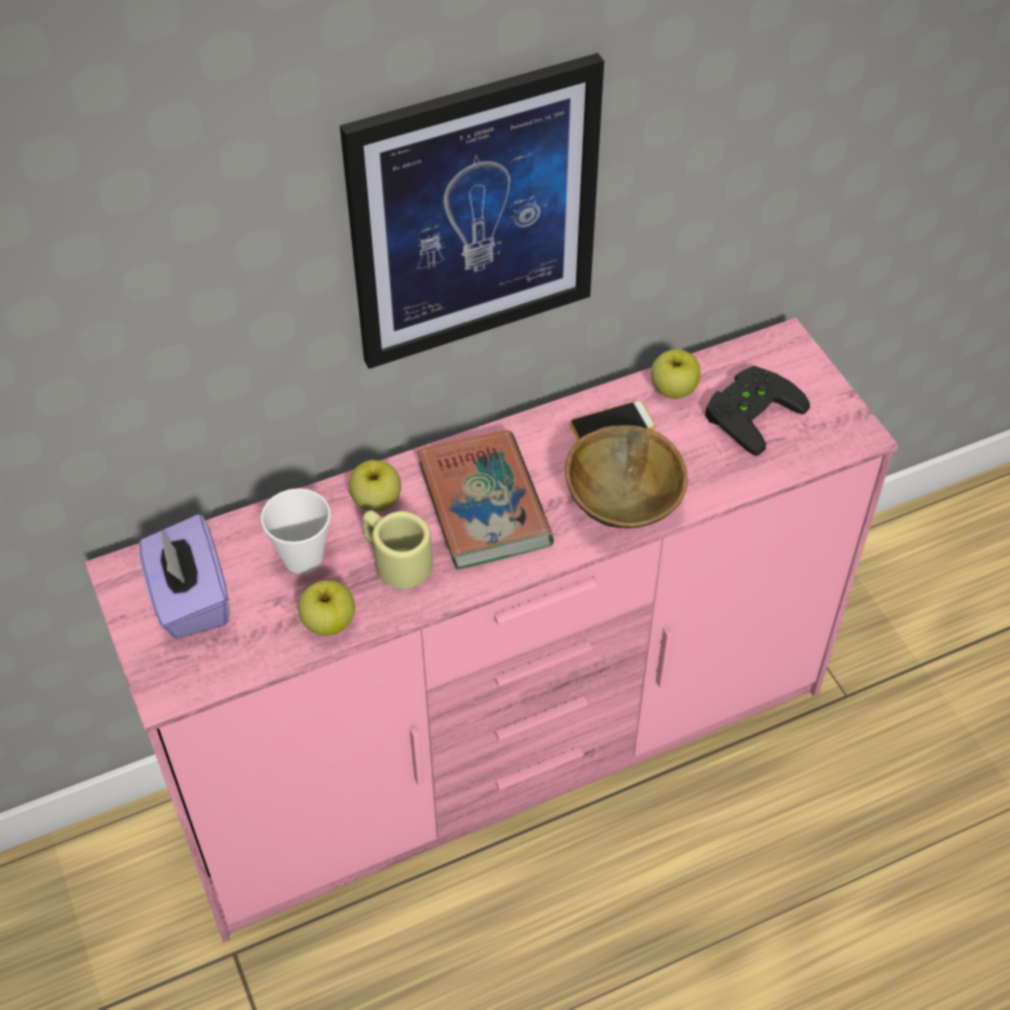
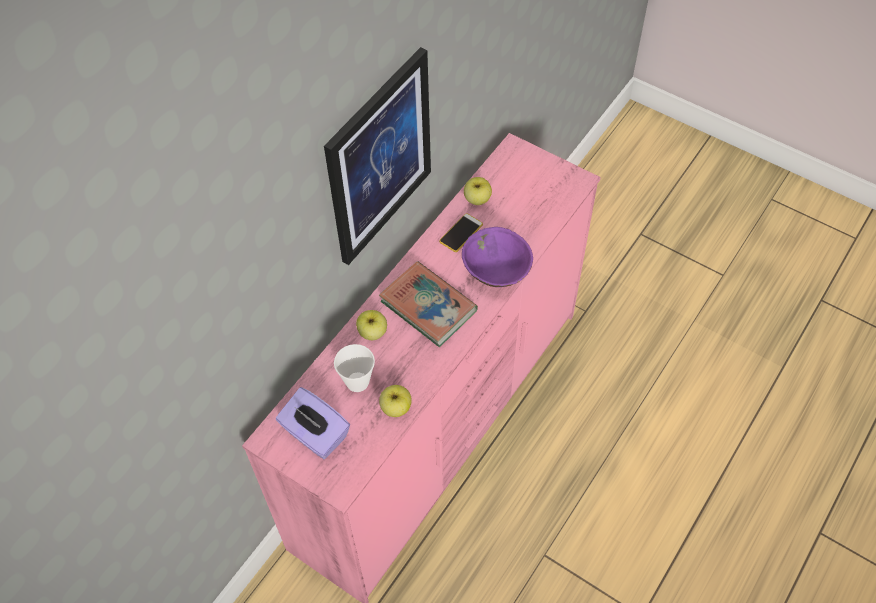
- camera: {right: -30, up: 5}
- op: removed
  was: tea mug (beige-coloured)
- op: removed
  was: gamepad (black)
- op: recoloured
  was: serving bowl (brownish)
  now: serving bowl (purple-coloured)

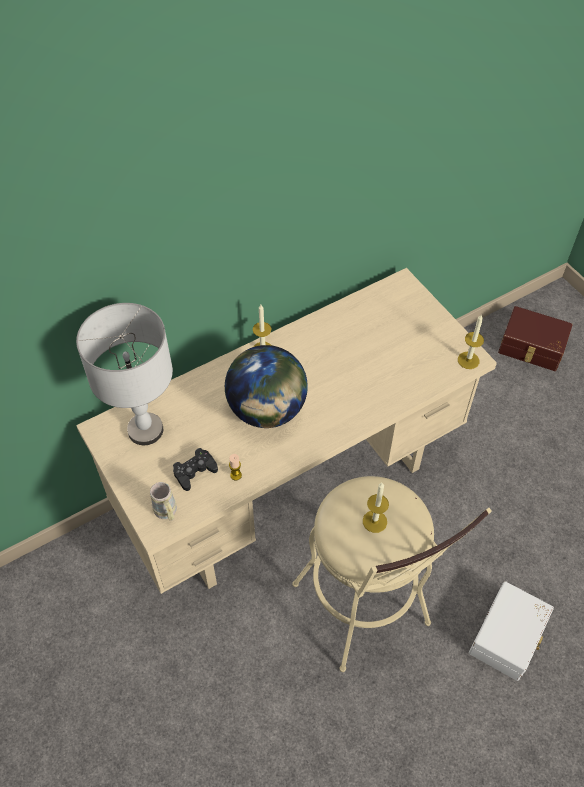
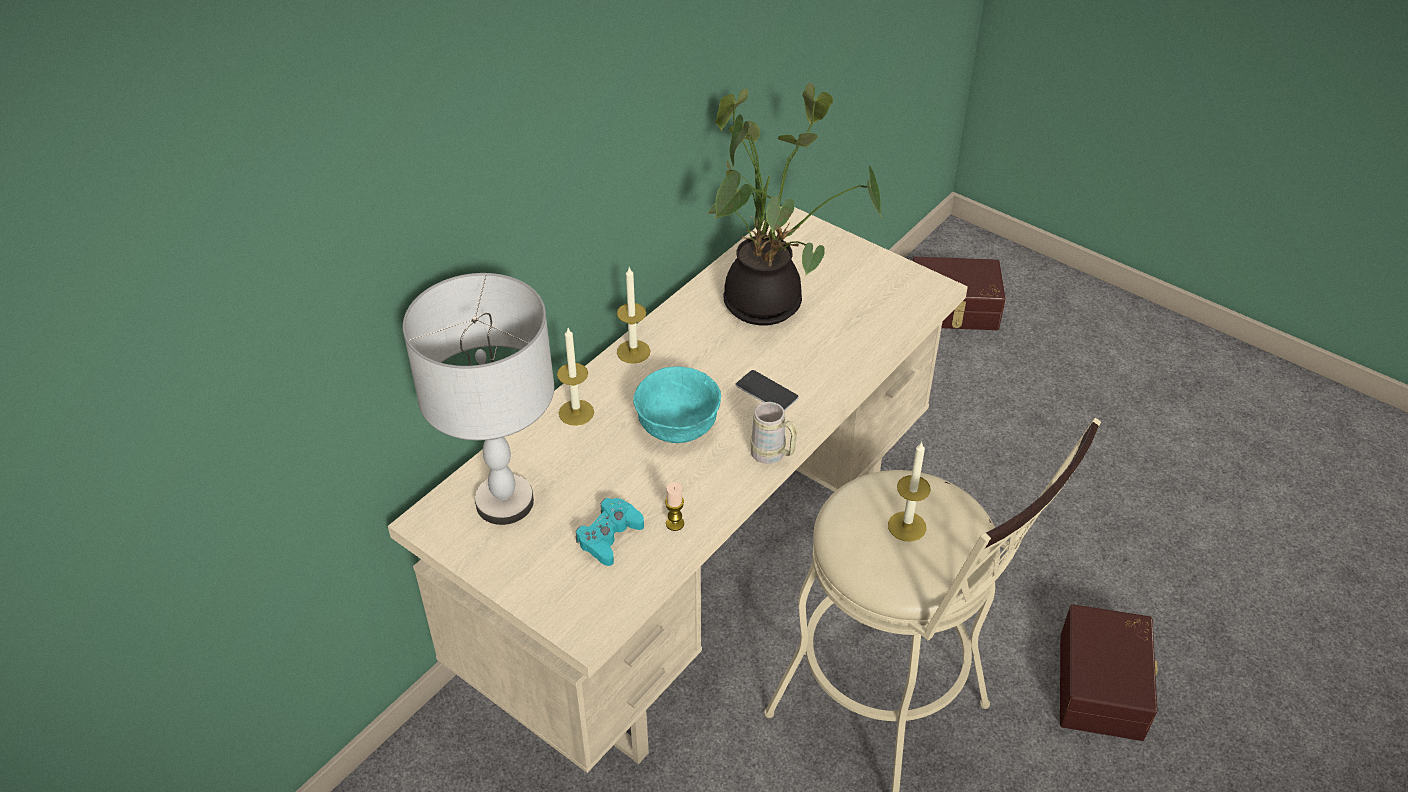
- camera: {right: -20, up: -10}
- op: added
  now: plant in a pot
- op: added
  now: phone
- op: moved
  was: tea mug (beige-coloured)
- op: moved
  was: wax candle (4th from left in the first image)
  now: wax candle (1st from left)
- op: replaced
  was: desk globe
  now: serving bowl (turquoise)
- op: recoloured
  was: gamepad (black)
  now: gamepad (turquoise)
- op: recoloured
  was: storage bin (whitish)
  now: storage bin (brownish) (2nd from left)

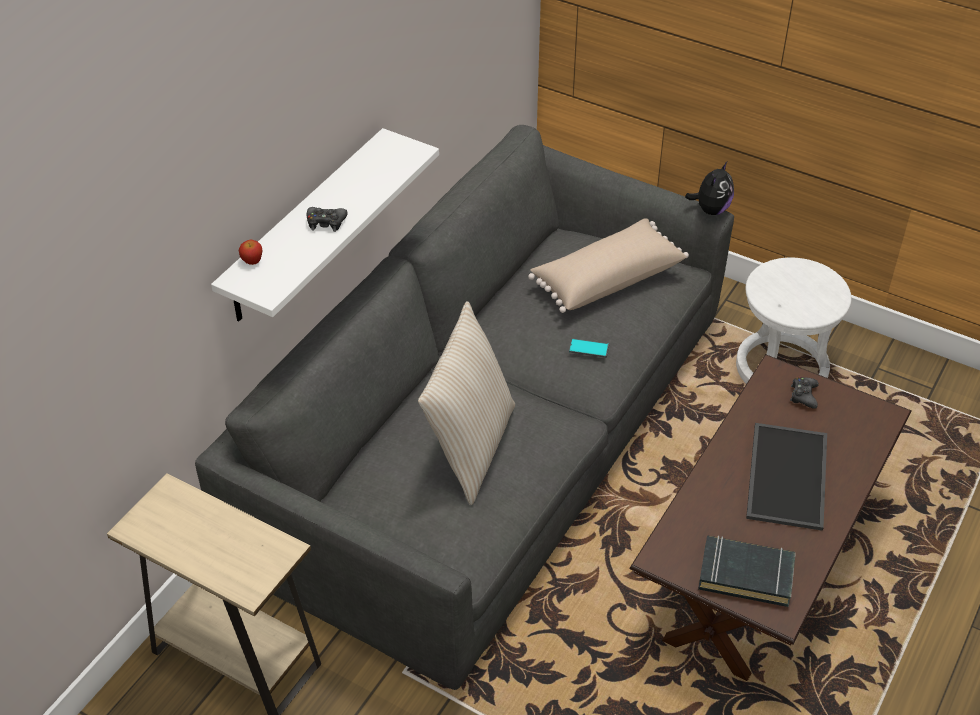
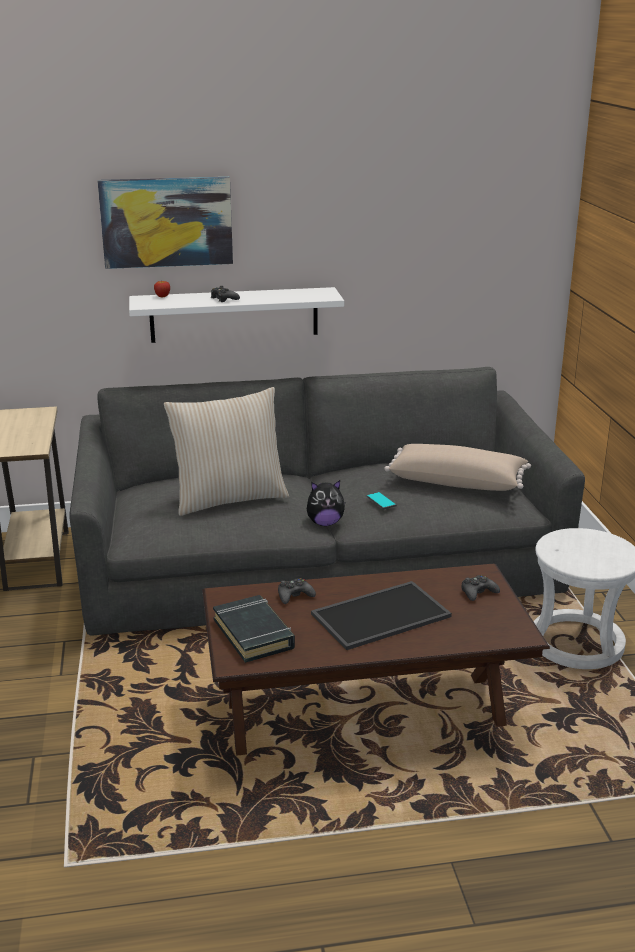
- camera: {right: 50, up: -20}
- op: added
  now: wall art
- op: added
  now: gamepad (black) (2nd from left)
- op: moved
  was: cuddly toy

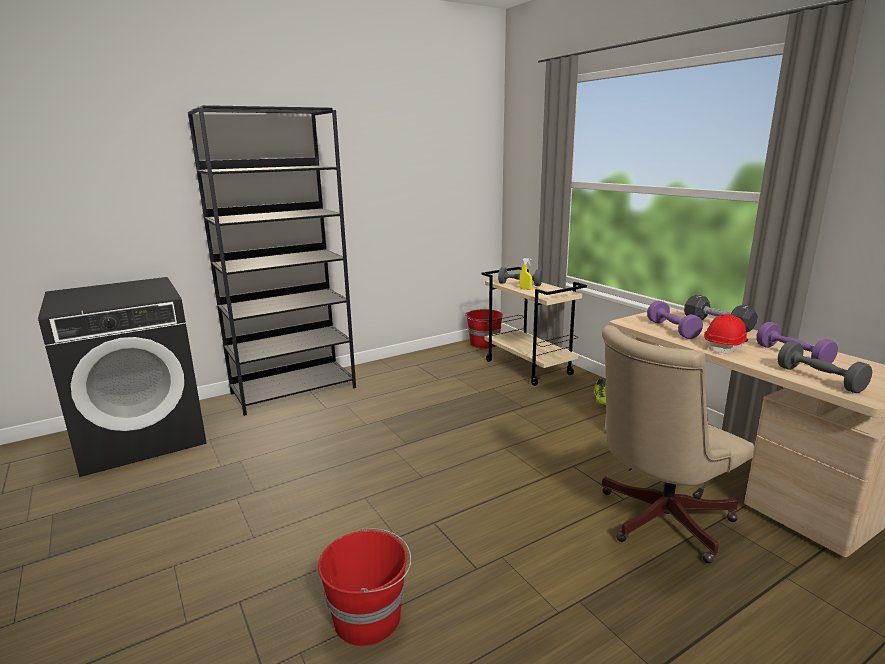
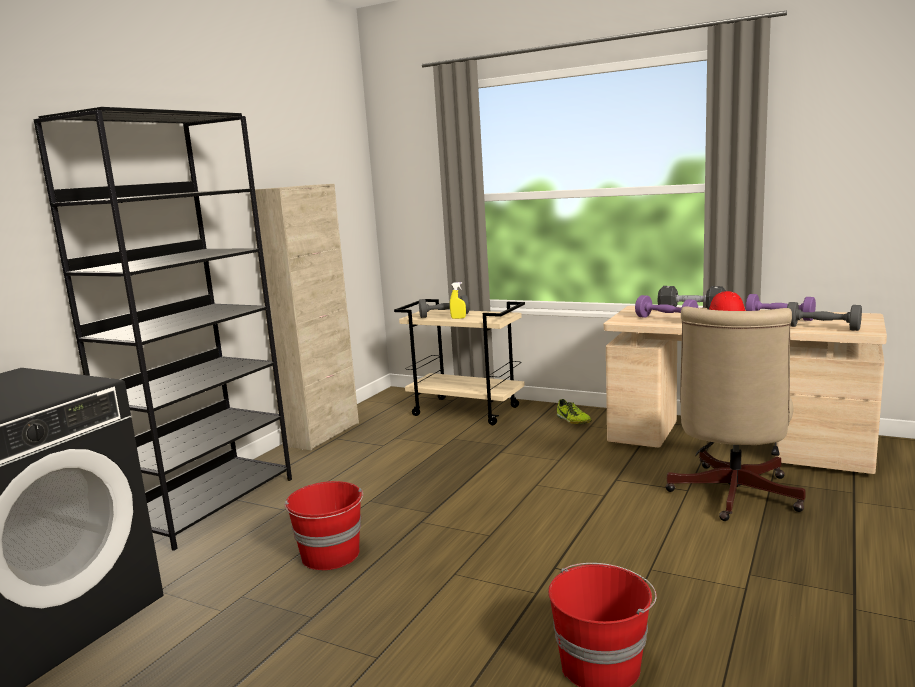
- camera: {right: -30, up: -5}
- op: added
  now: cupboard (beige-coloured)
- op: moved
  was: bucket (red) (2nd from left in the first image)
  now: bucket (red) (1st from left)

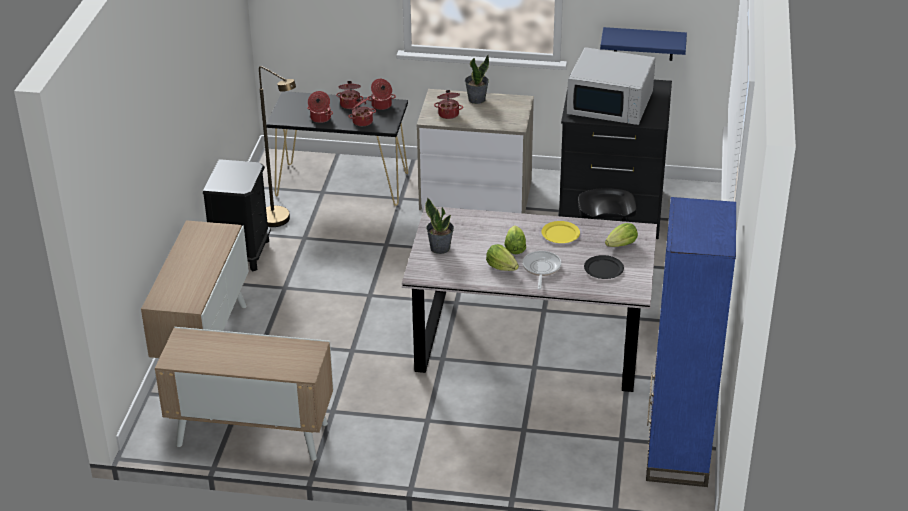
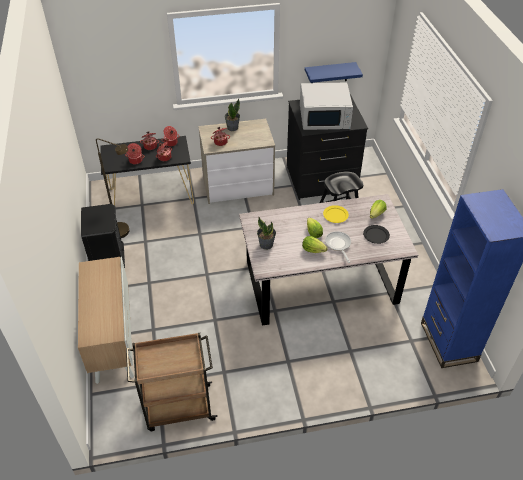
- camera: {right: -20, up: 10}
- op: replaced
  was: cupboard (2nd from left)
  now: wheeled cart (brownish)

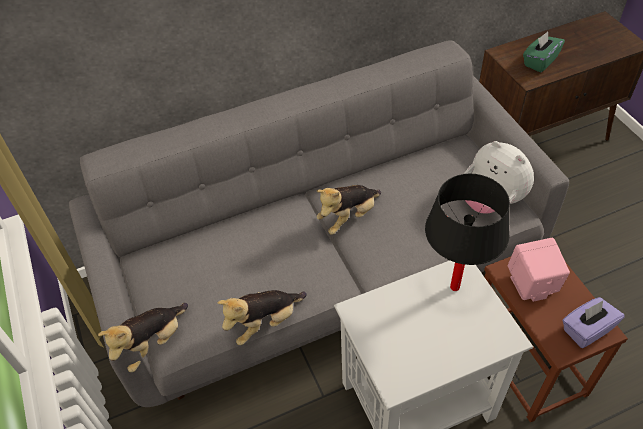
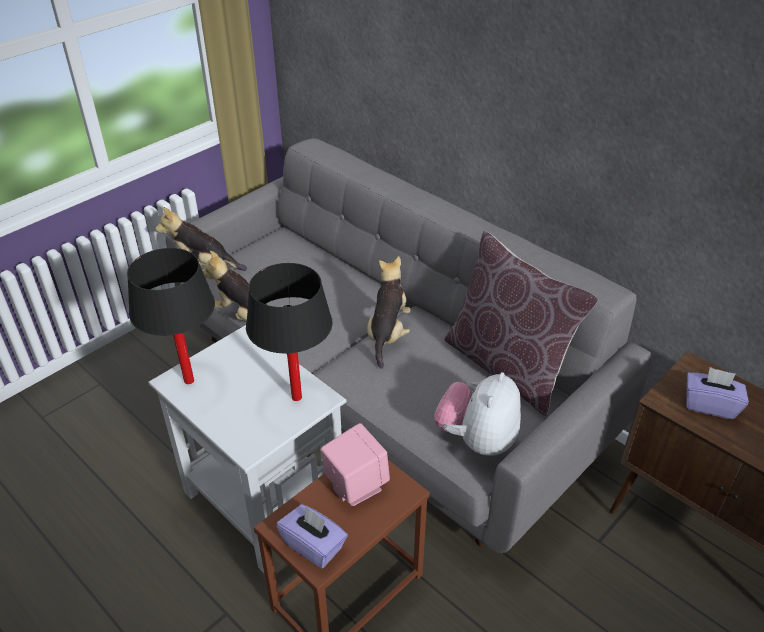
- camera: {right: 65, up: -10}
- op: added
  now: lamp for a table (black) (1st from left)
- op: added
  now: pillow (brownish)
- op: recoloured
  was: box of tissues (greenish)
  now: box of tissues (purple-coloured) (2nd from left)
- op: turned
  was: cuddly toy (3rd from left)
  clockwise: 75

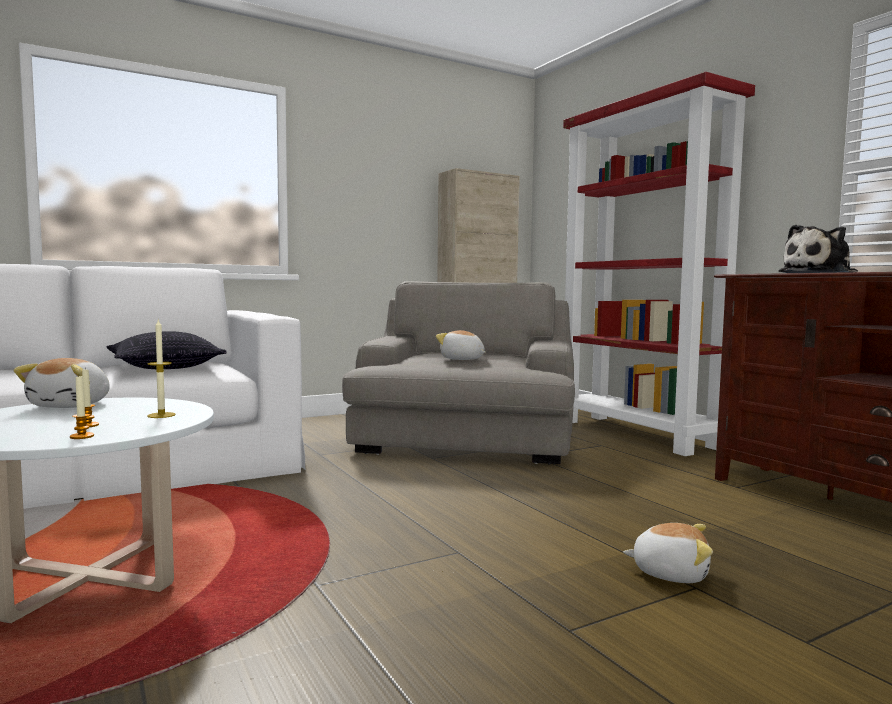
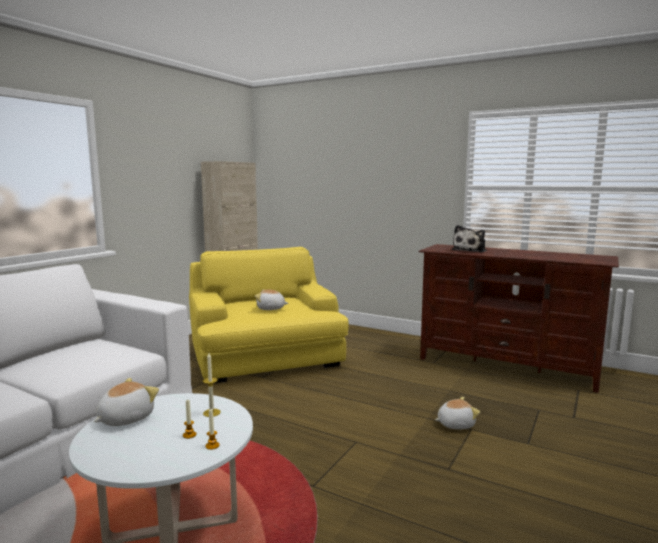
- camera: {right: -30, up: 5}
- op: removed
  was: pillow
- op: removed
  was: bookshelf (red)
- op: recoloured
  was: lounge chair (grey)
  now: lounge chair (yellow)
- op: turned
  was: cuddly toy (1st from left)
  clockwise: -120

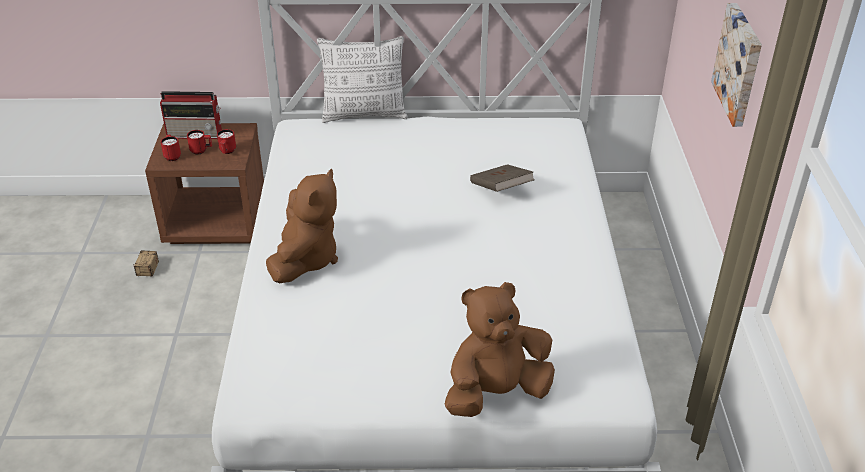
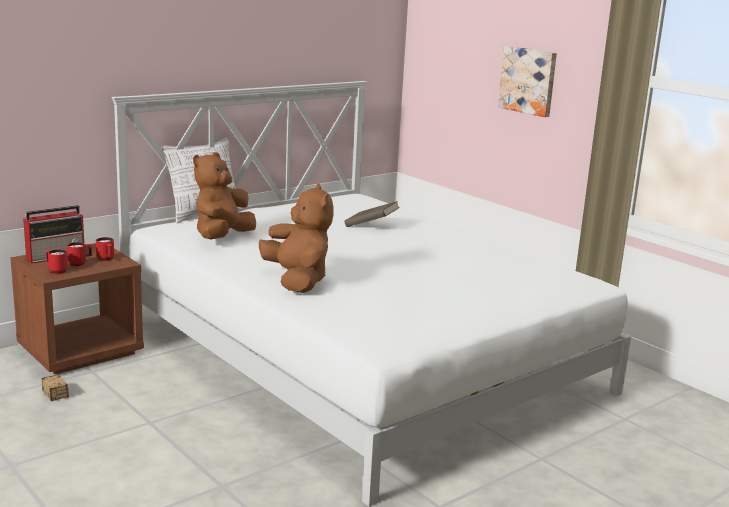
- camera: {right: -40, up: -20}
- op: moved
  was: cuddly toy (brownish) (2nd from left in the first image)
  now: cuddly toy (brownish) (1st from left)

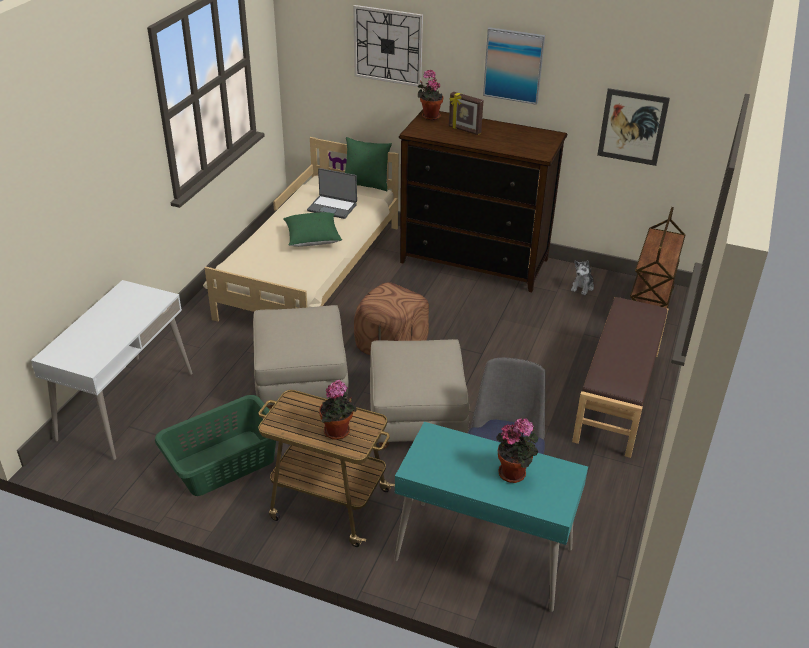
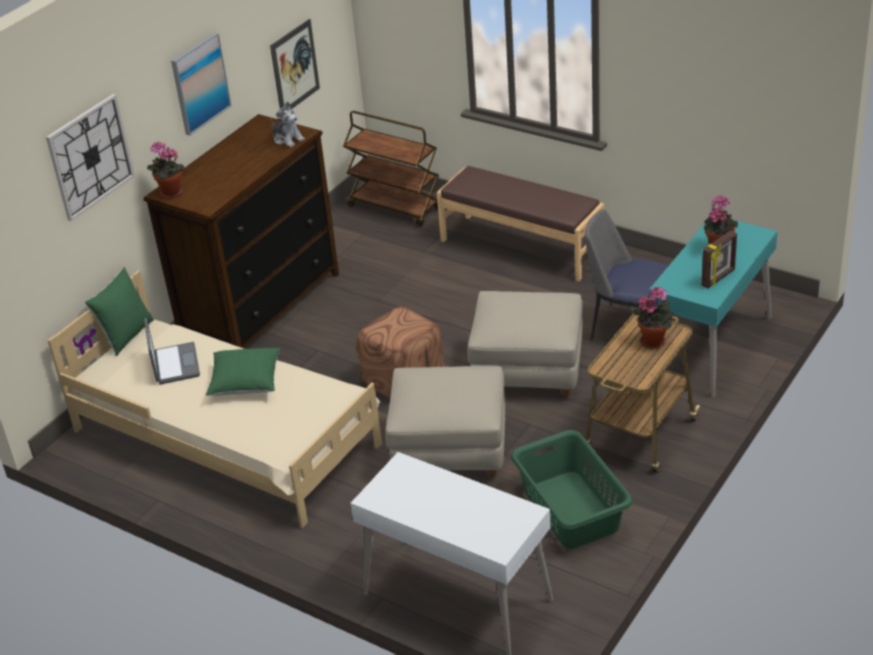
- camera: {right: -75, up: 0}
- op: moved
  was: standing frame
- op: moved
  was: cuddly toy
- op: turned
  was: laptop
  clockwise: -45

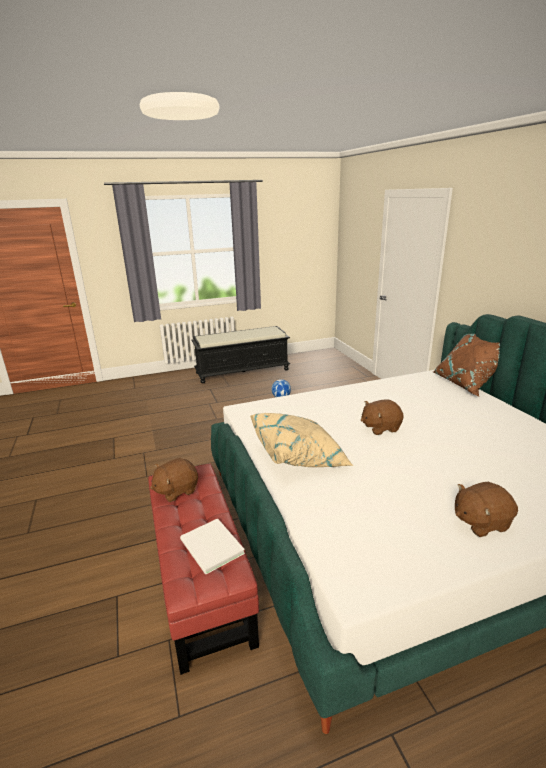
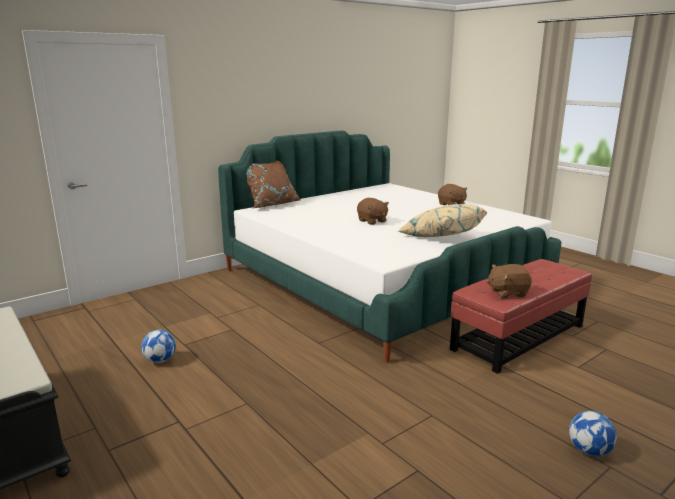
- camera: {right: -110, up: -5}
- op: removed
  was: volume (whitish)
- op: added
  now: ball for football (2nd from left)
- op: turned
  was: cuddly toy (brownish) (1st from left in the first image)
  clockwise: 135

